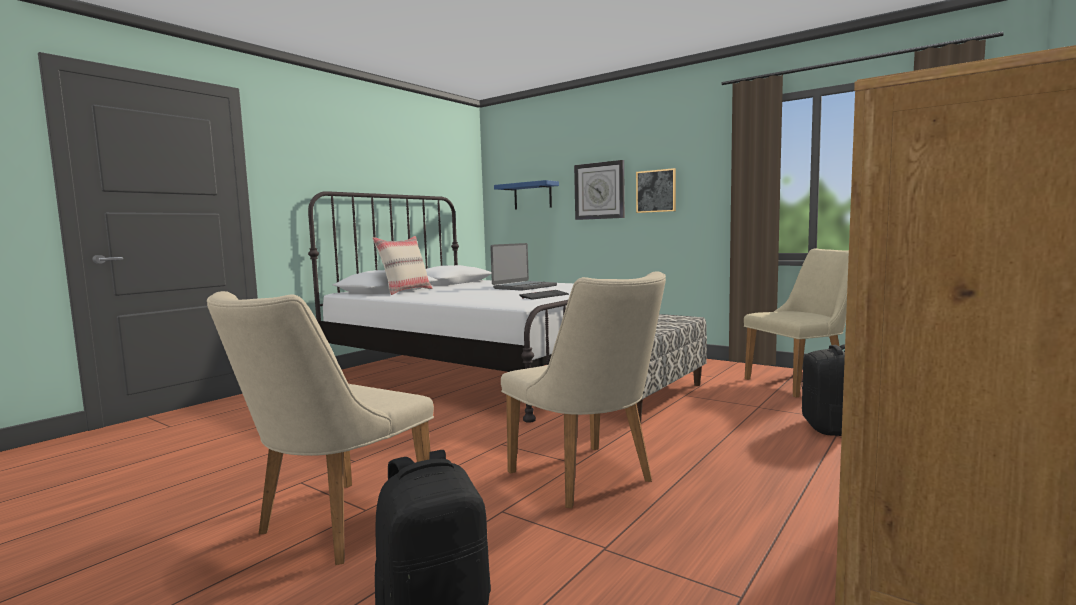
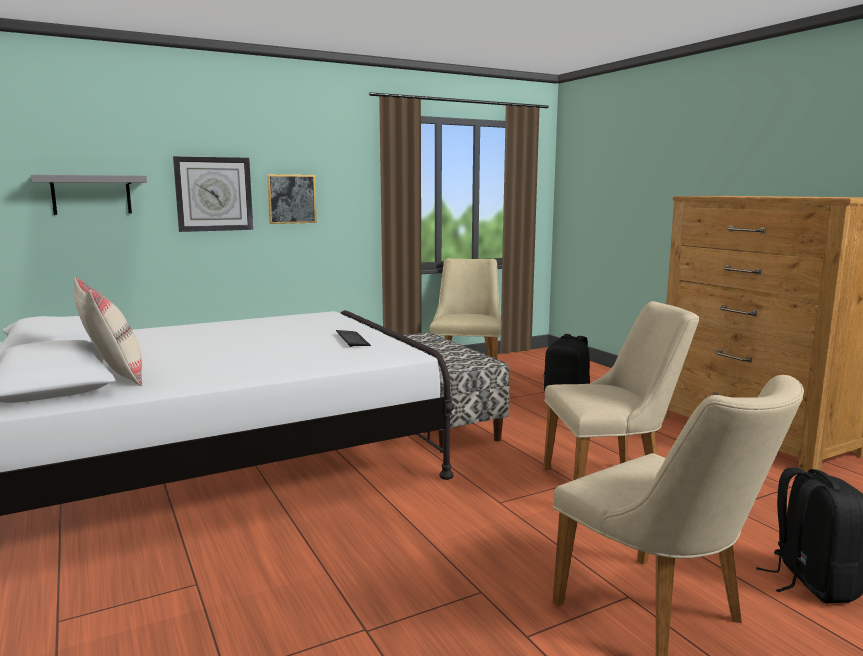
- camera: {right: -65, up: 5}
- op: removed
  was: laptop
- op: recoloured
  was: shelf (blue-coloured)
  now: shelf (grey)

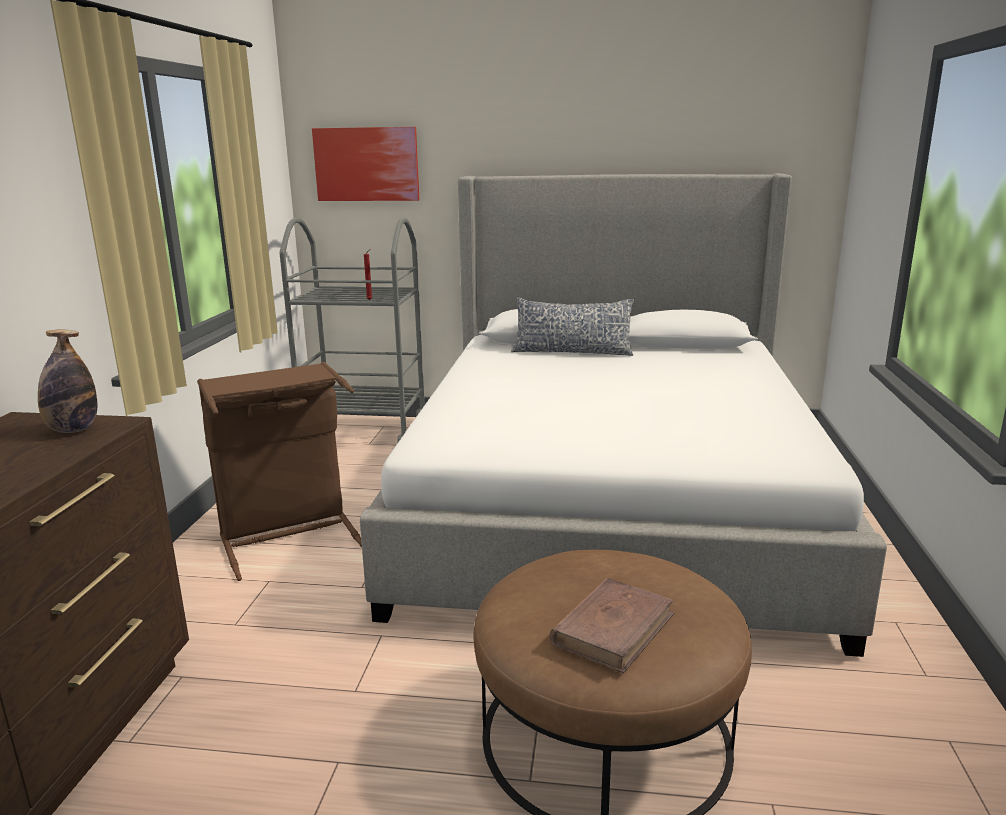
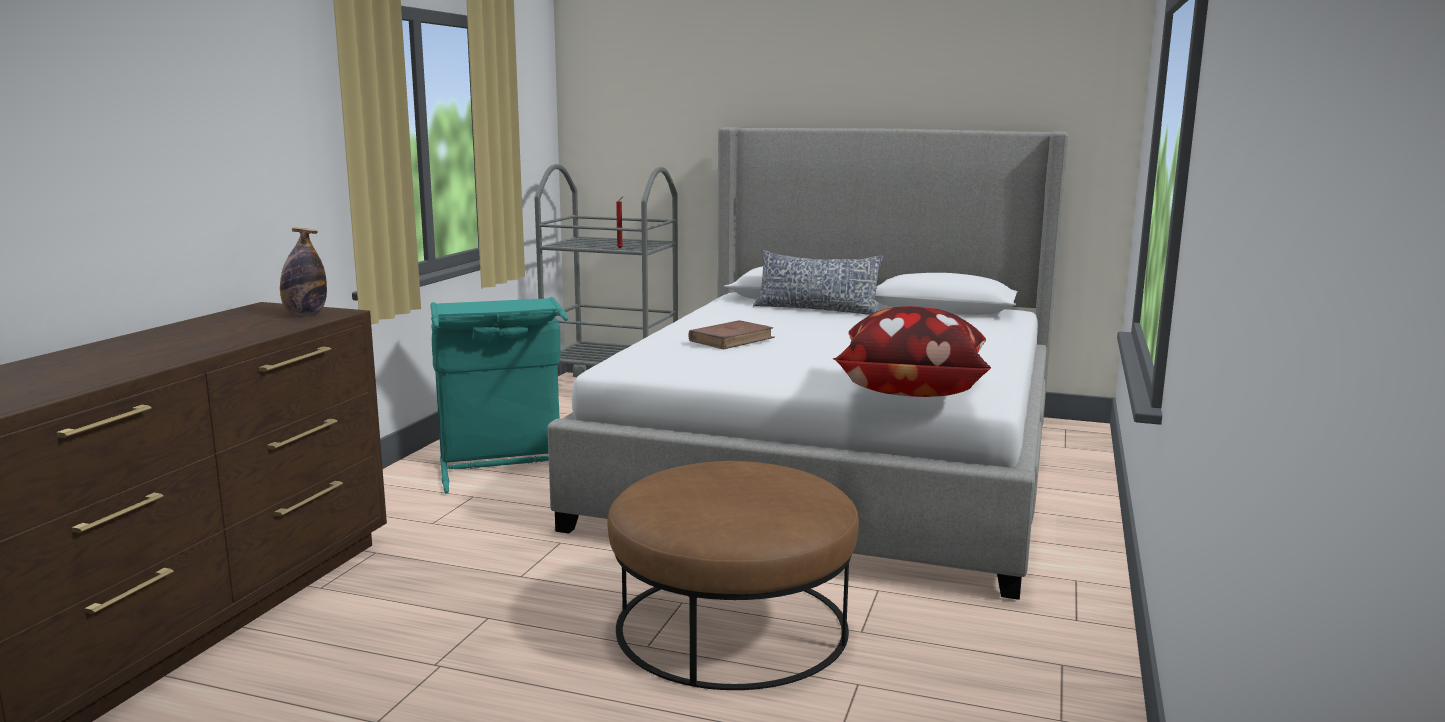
- camera: {right: 10, up: -5}
- op: removed
  was: wall art
- op: added
  now: pillow (2nd from left)
- op: moved
  was: volume (brownish)
- op: recoloured
  was: hamper (brownish)
  now: hamper (turquoise)

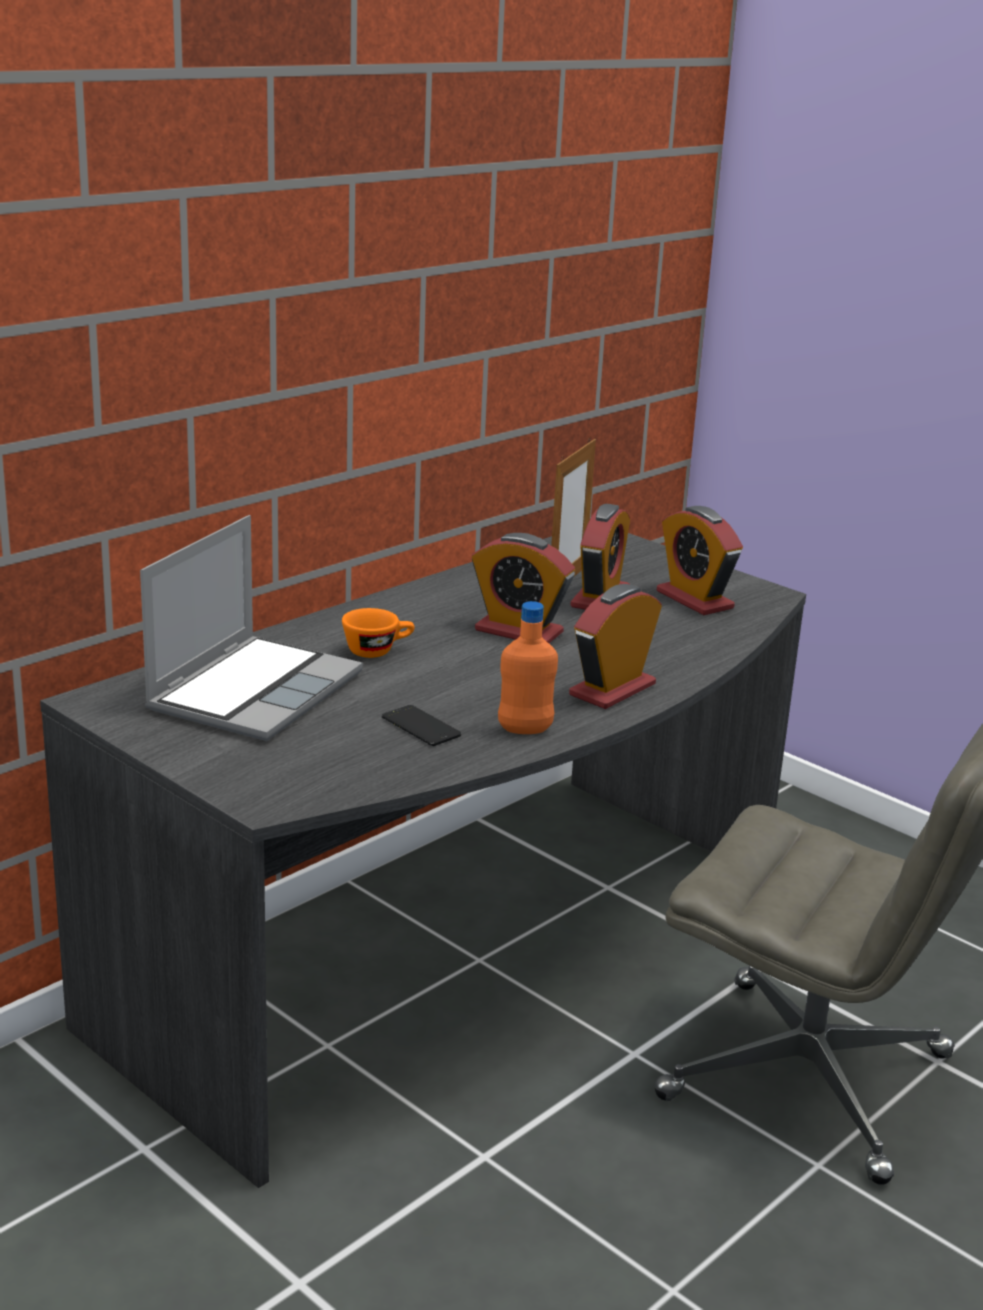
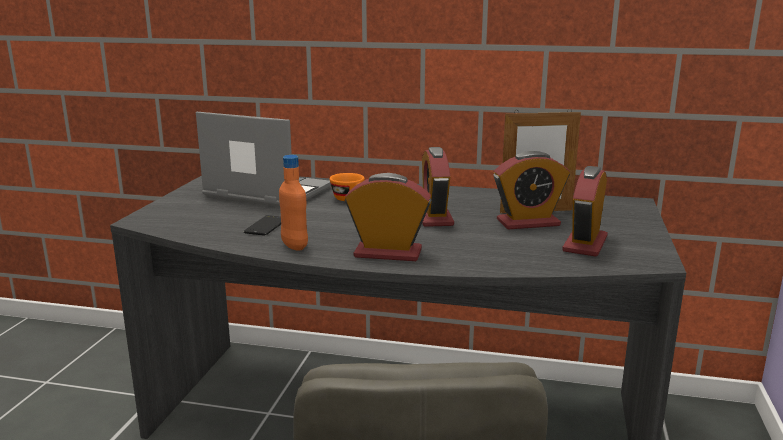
- camera: {right: 60, up: -5}
- op: turned
  was: laptop
  clockwise: -150

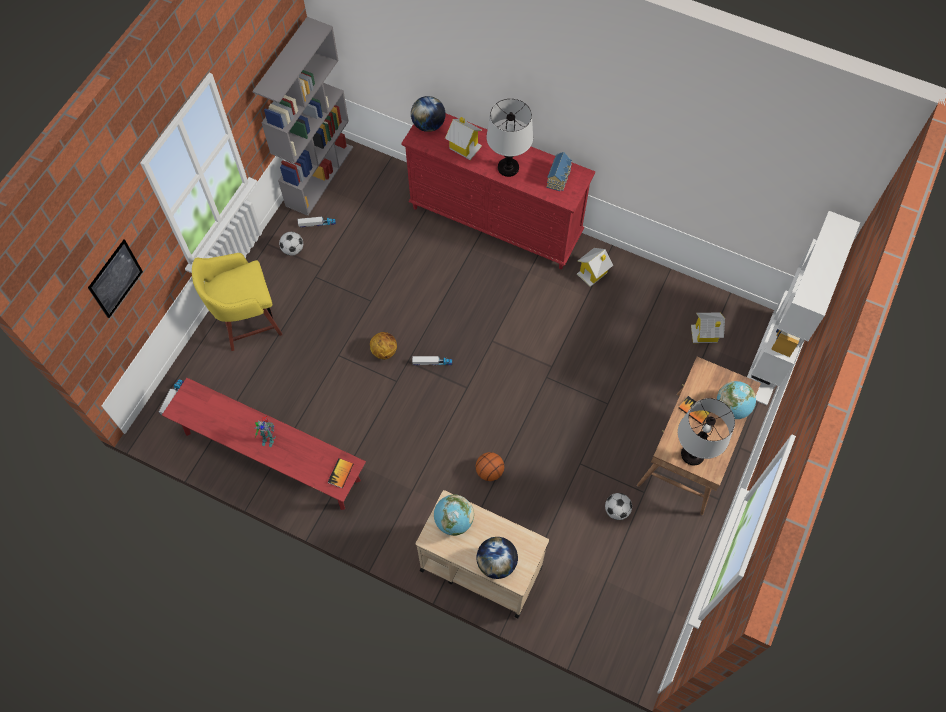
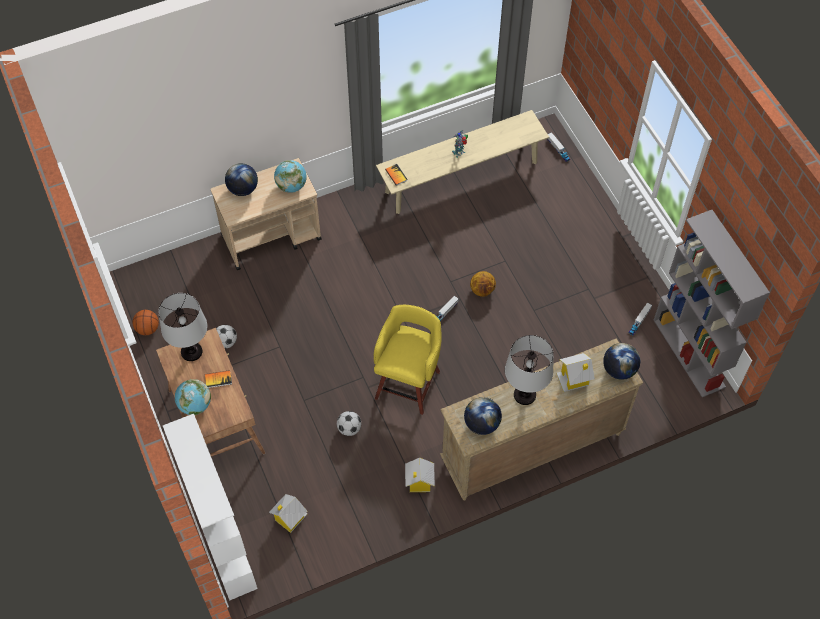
- camera: {right: 130, up: -5}
- op: removed
  was: wall art
- op: moved
  was: sitting stool (yellow)
- op: moved
  was: ball for football (1st from left in the first image)
  now: ball for football (2nd from left)
- op: moved
  was: basketball ball (2nd from left in the first image)
  now: basketball ball (1st from left)
- op: replaced
  was: miniature house (2nd from left)
  now: desk globe (4th from left)
- op: recoloured
  was: bench (red)
  now: bench (beige-coloured)
- op: recoloured
  was: chest of drawers (red)
  now: chest of drawers (beige-coloured)

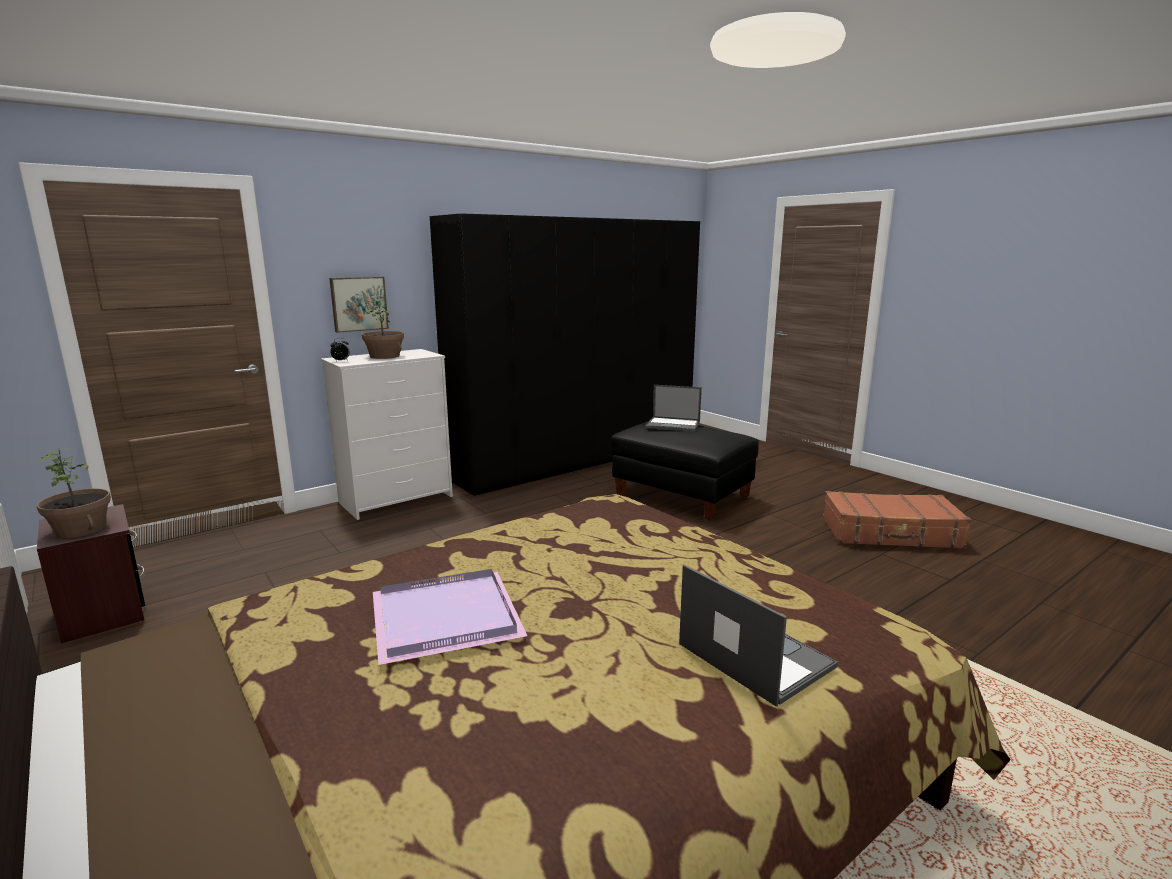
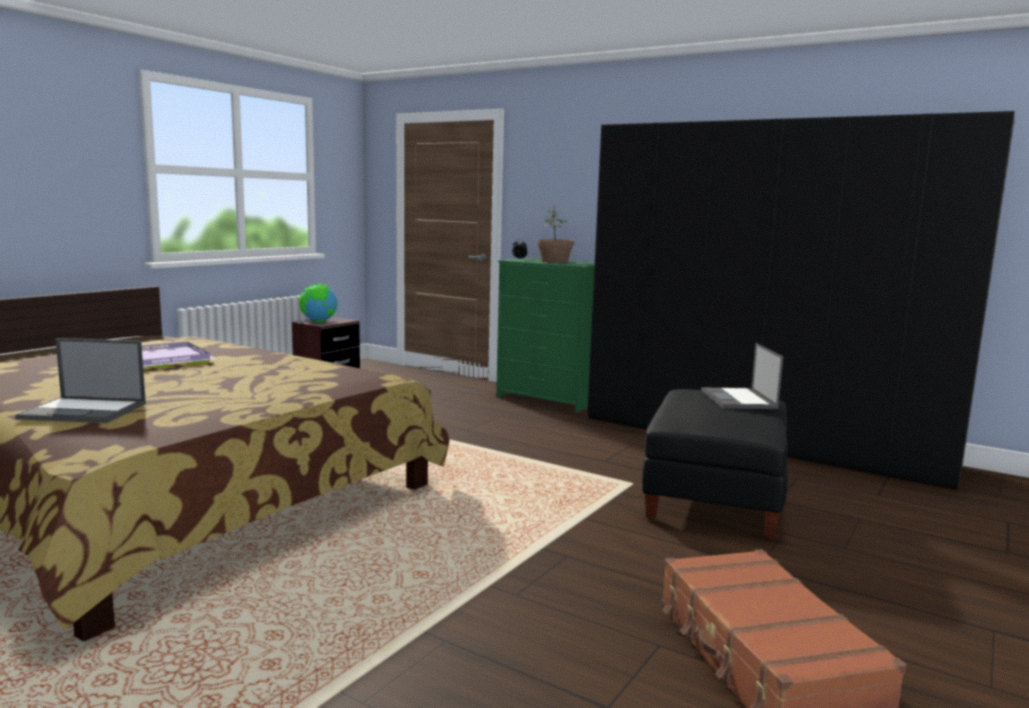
- camera: {right: 70, up: -5}
- op: removed
  was: wall art
- op: replaced
  was: plant in a pot (1st from left)
  now: desk globe
- op: recoloured
  was: chest of drawers (whitish)
  now: chest of drawers (greenish)
- op: turned
  was: laptop (2nd from left in the first image)
  clockwise: 60

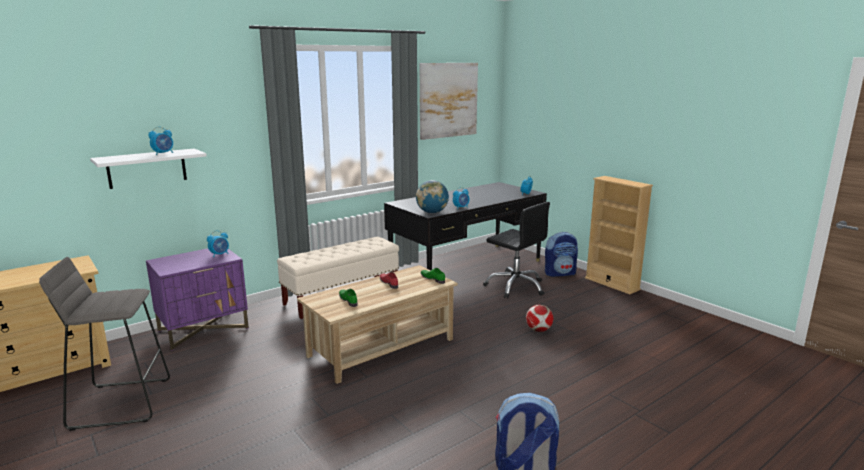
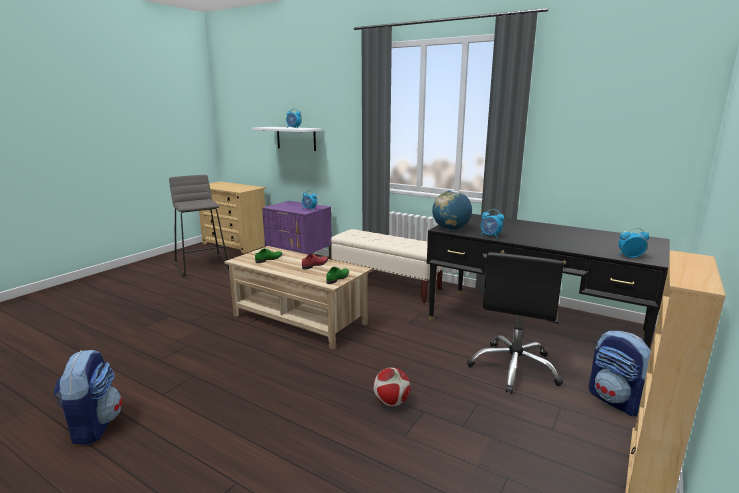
- camera: {right: 70, up: 0}
- op: removed
  was: wall art

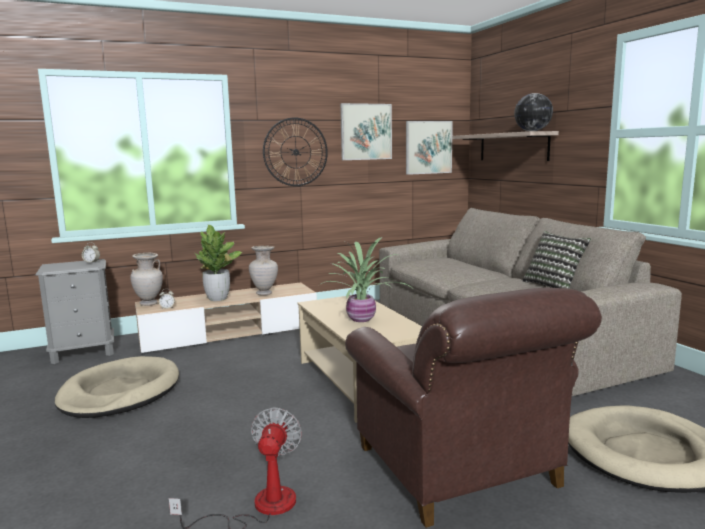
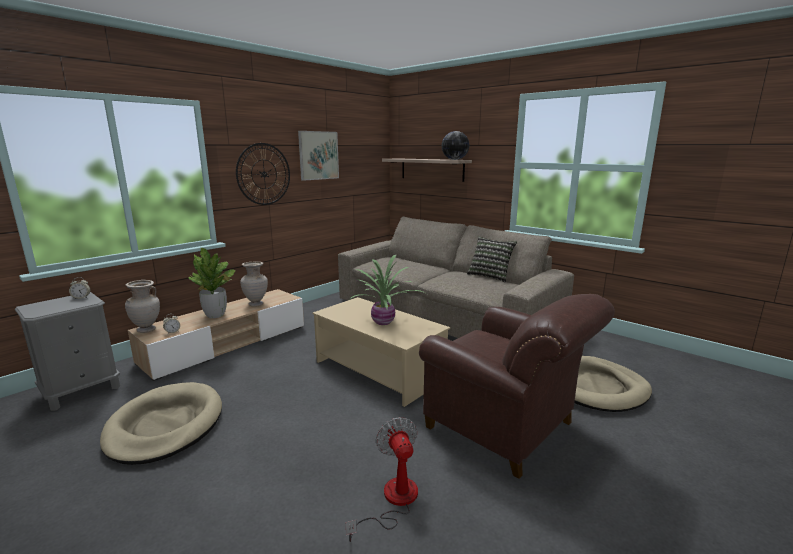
- camera: {right: -25, up: 5}
- op: removed
  was: wall art (2nd from left)

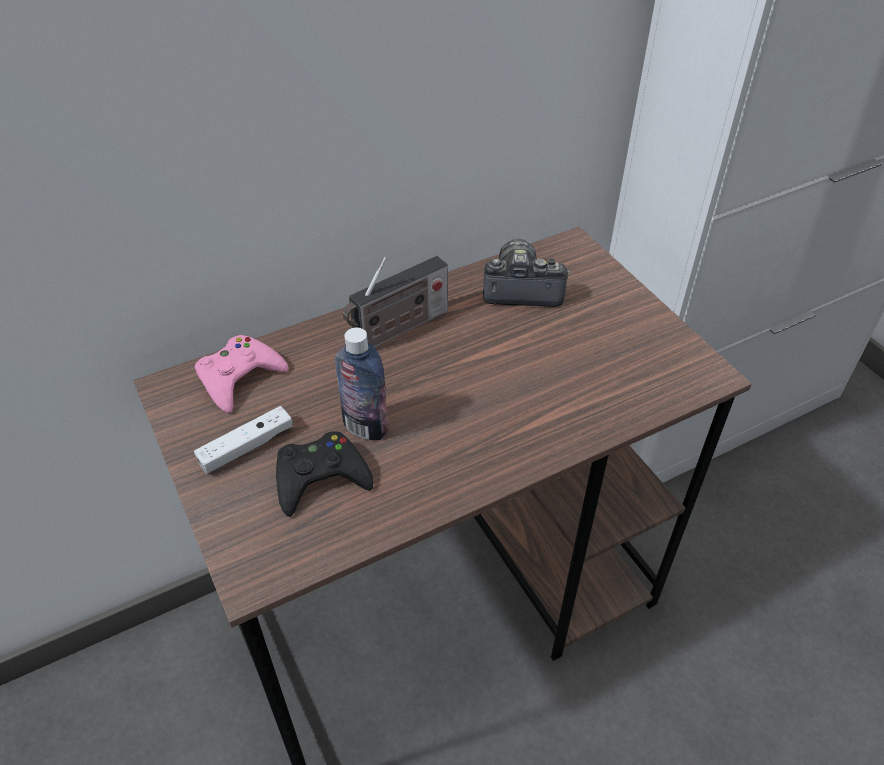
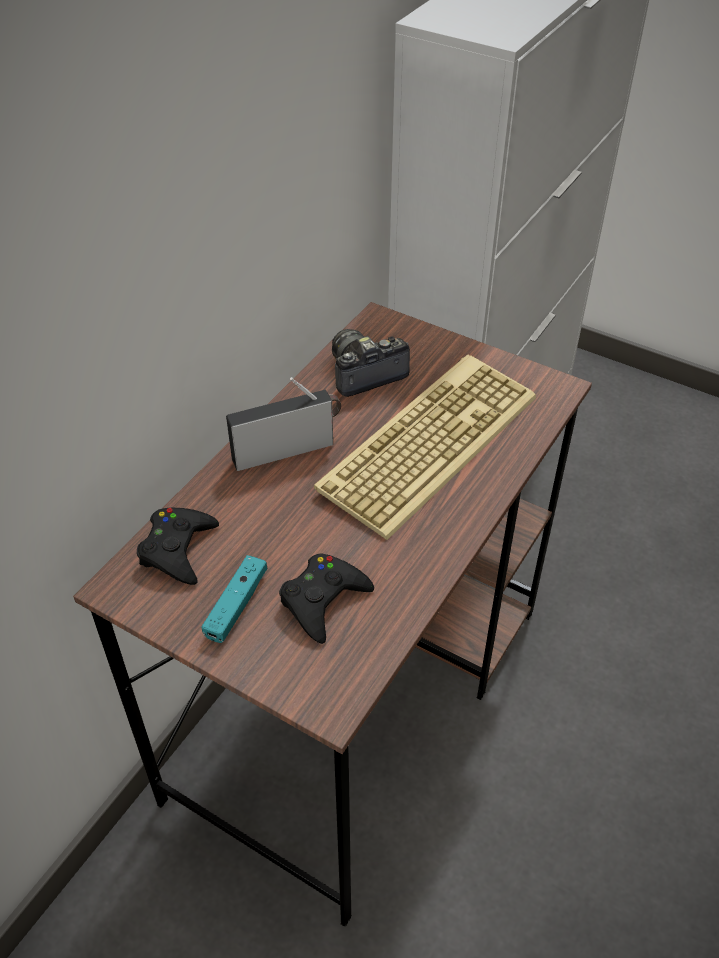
- camera: {right: -30, up: 0}
- op: removed
  was: beverage bottle
- op: added
  now: computer keyboard
- op: recoloured
  was: gamepad (whitish)
  now: gamepad (turquoise)
- op: recoloured
  was: gamepad (pink)
  now: gamepad (black) (1st from left)
- op: turned
  was: radio
  clockwise: -135

